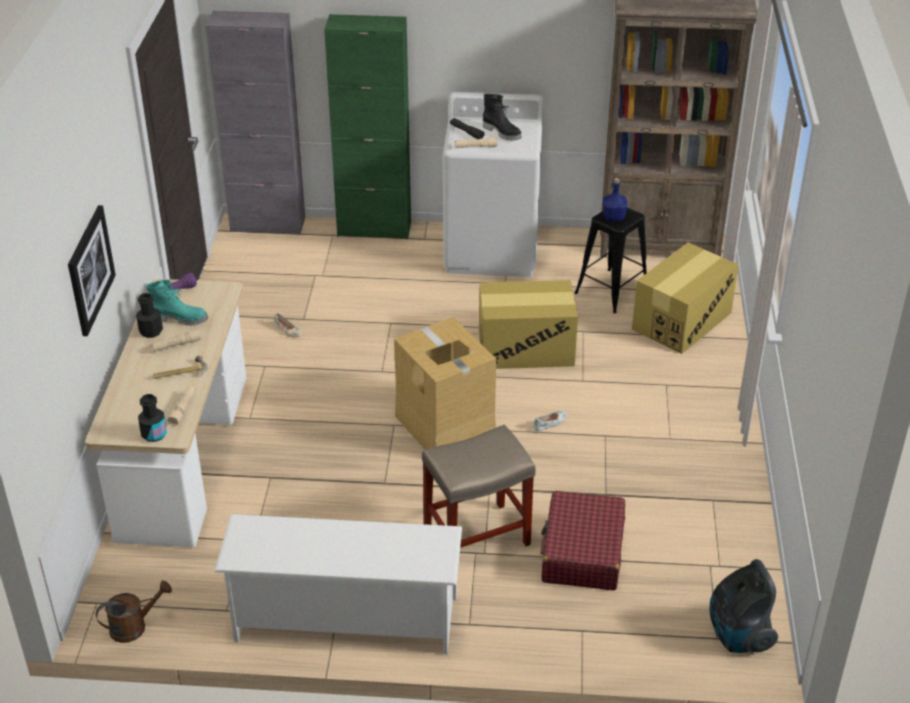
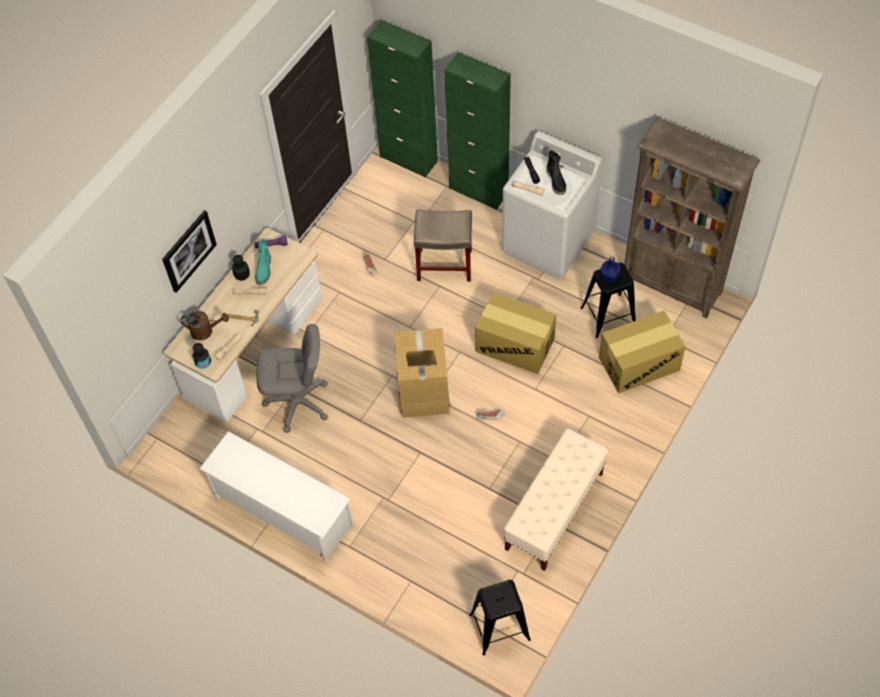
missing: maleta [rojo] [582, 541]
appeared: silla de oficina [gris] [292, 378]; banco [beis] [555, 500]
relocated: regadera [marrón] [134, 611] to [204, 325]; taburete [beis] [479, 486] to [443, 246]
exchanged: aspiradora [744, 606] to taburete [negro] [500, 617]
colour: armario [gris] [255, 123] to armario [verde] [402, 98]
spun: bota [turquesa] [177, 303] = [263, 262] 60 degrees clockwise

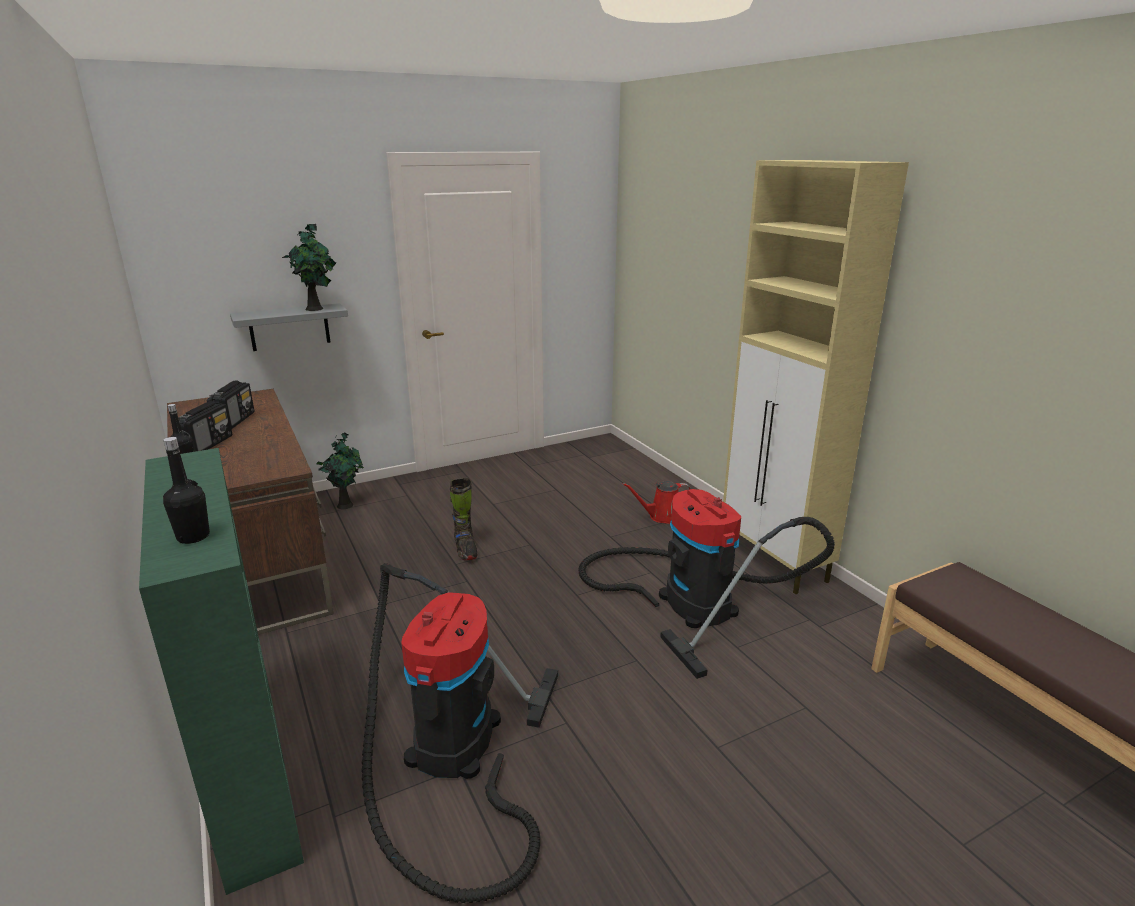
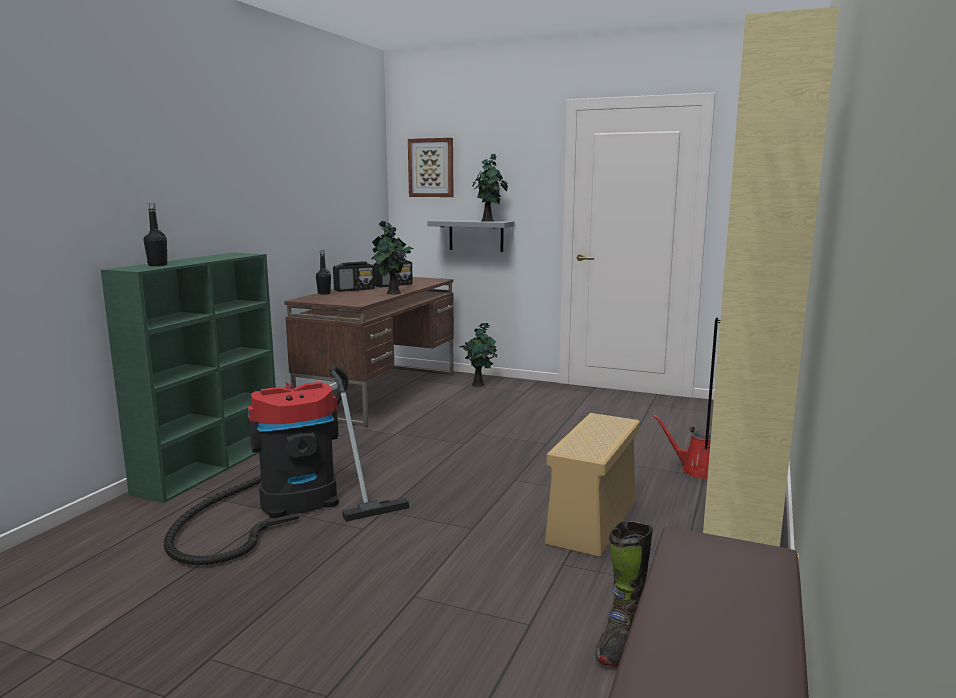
appeared: planta en maceta [392, 257]; cuadro [431, 167]
relocated: bota [negro] [464, 519] to [624, 593]
exchanged: aspiradora [706, 584] to caja de almacenaje [beis] [592, 485]

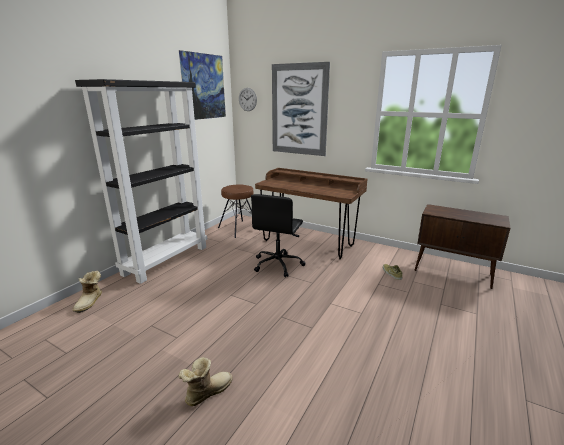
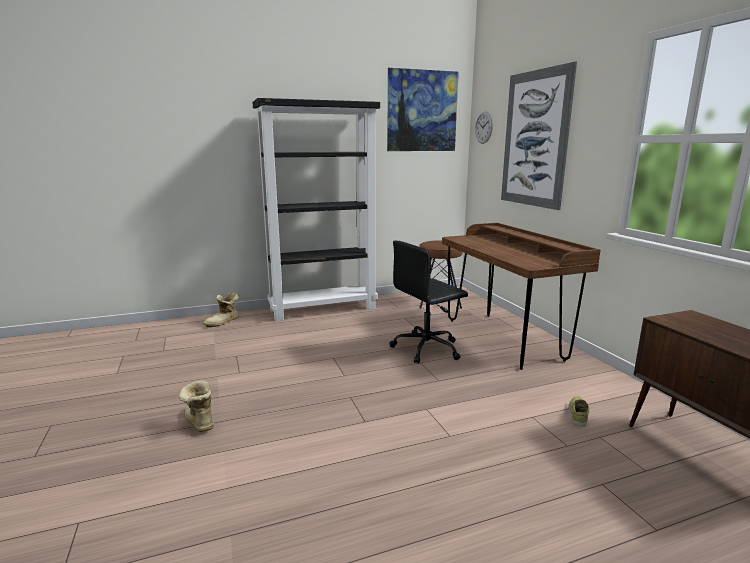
spun: bota [206, 381] = [196, 406] 120 degrees counterclockwise

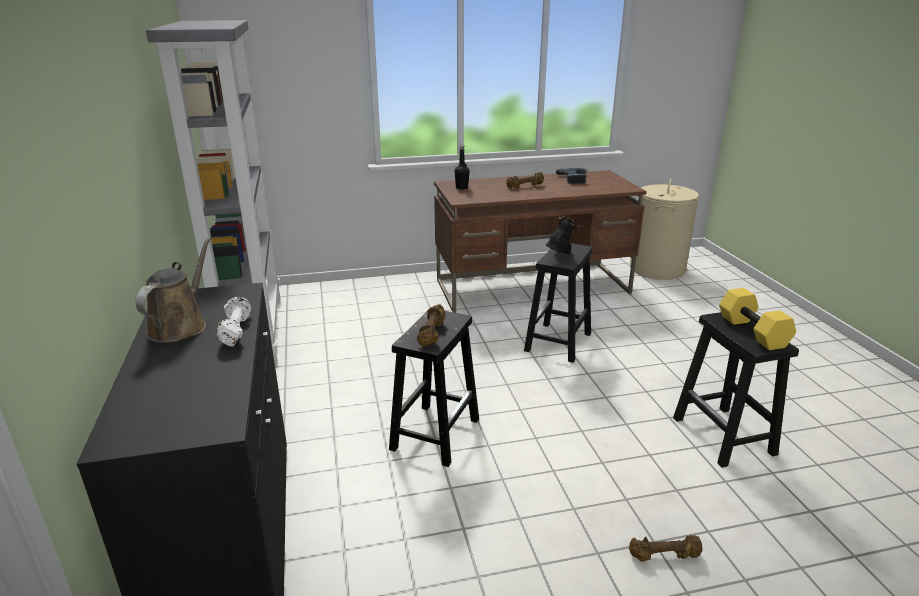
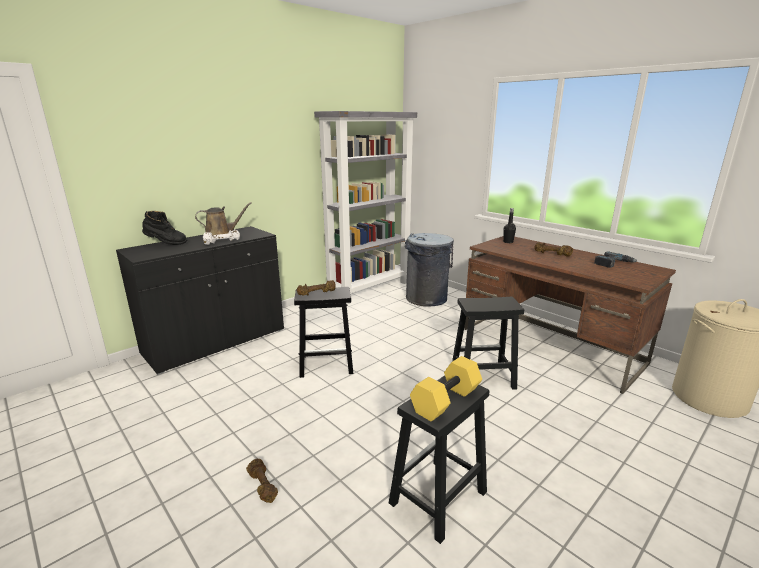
appeared: papelera [gris] [429, 269]
relocated: bota [negro] [562, 235] to [164, 228]

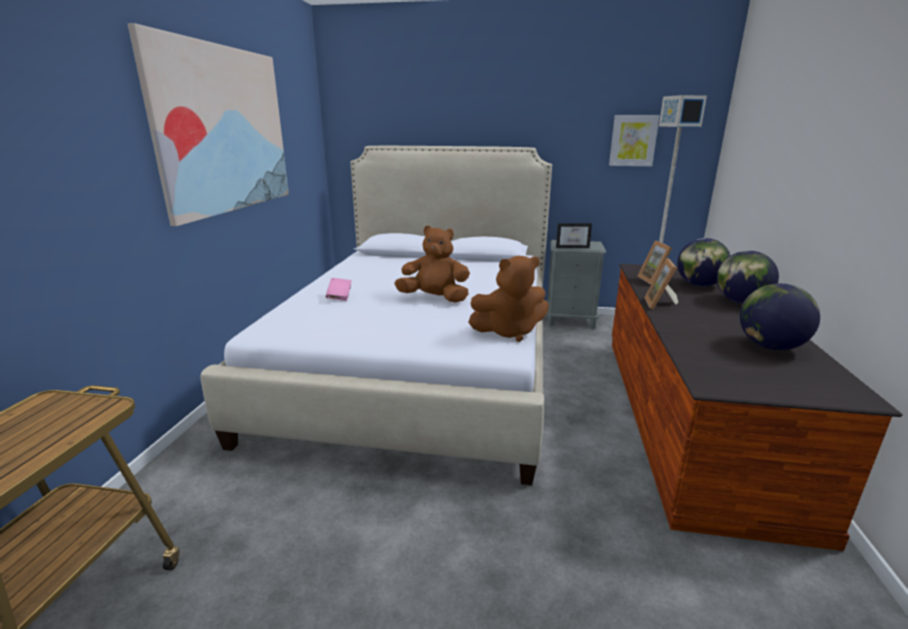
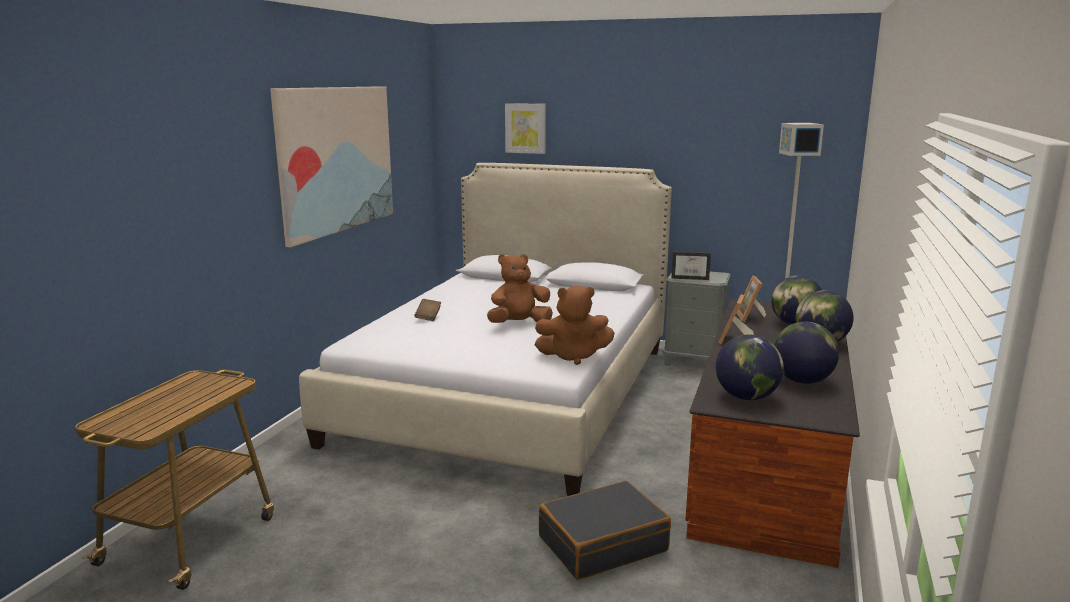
appeared: maleta [negro] [605, 530]; globo terráqueo [750, 367]
relocated: cuadro [634, 140] to [525, 128]
colour: libro [rosa] [339, 289] to libro [marrón] [427, 310]
spun: peluche [marrón] [432, 264] = [520, 288] 45 degrees counterclockwise

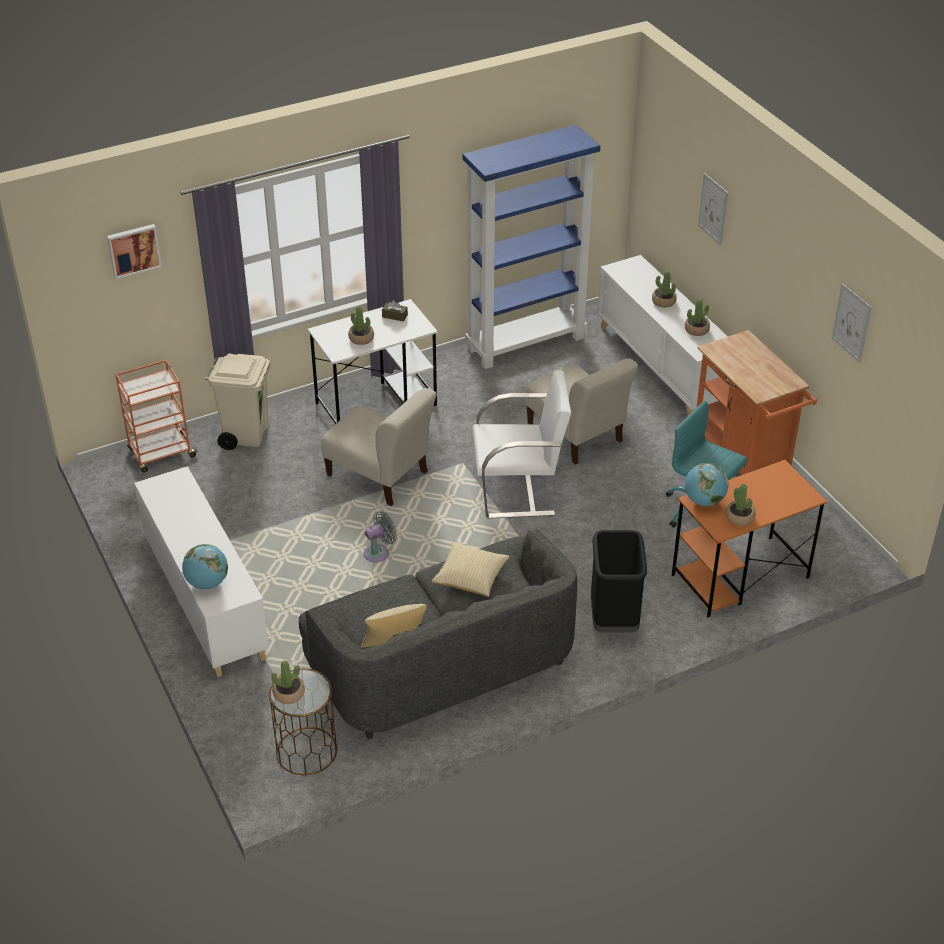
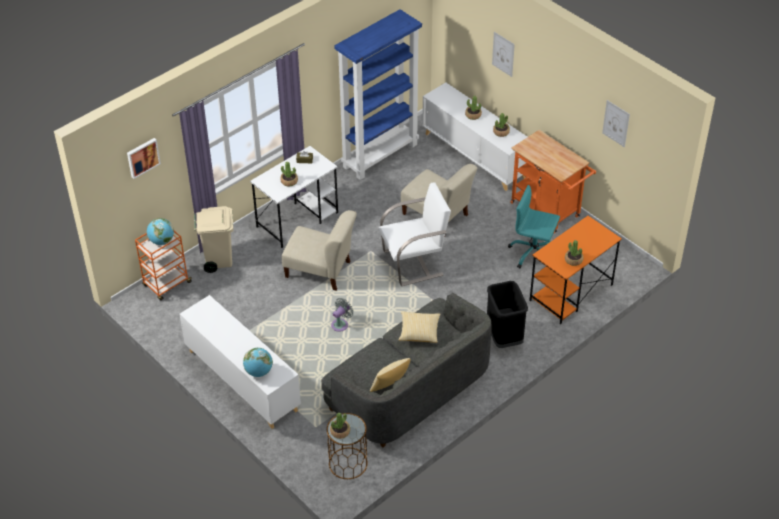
relocated: globo terráqueo [707, 484] to [160, 231]

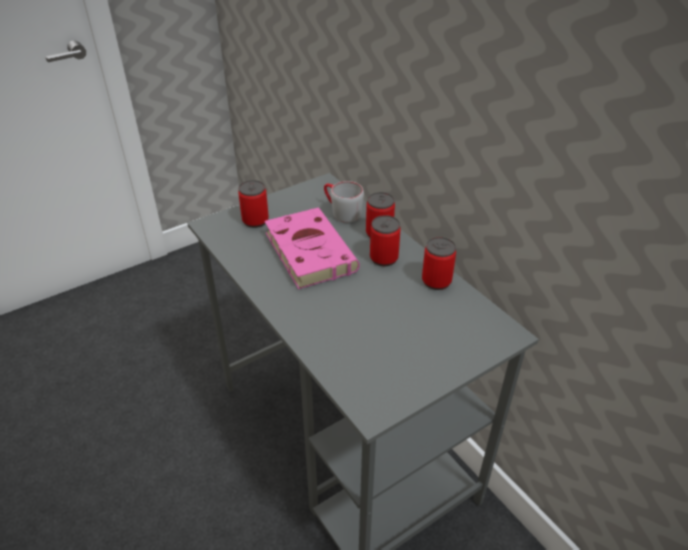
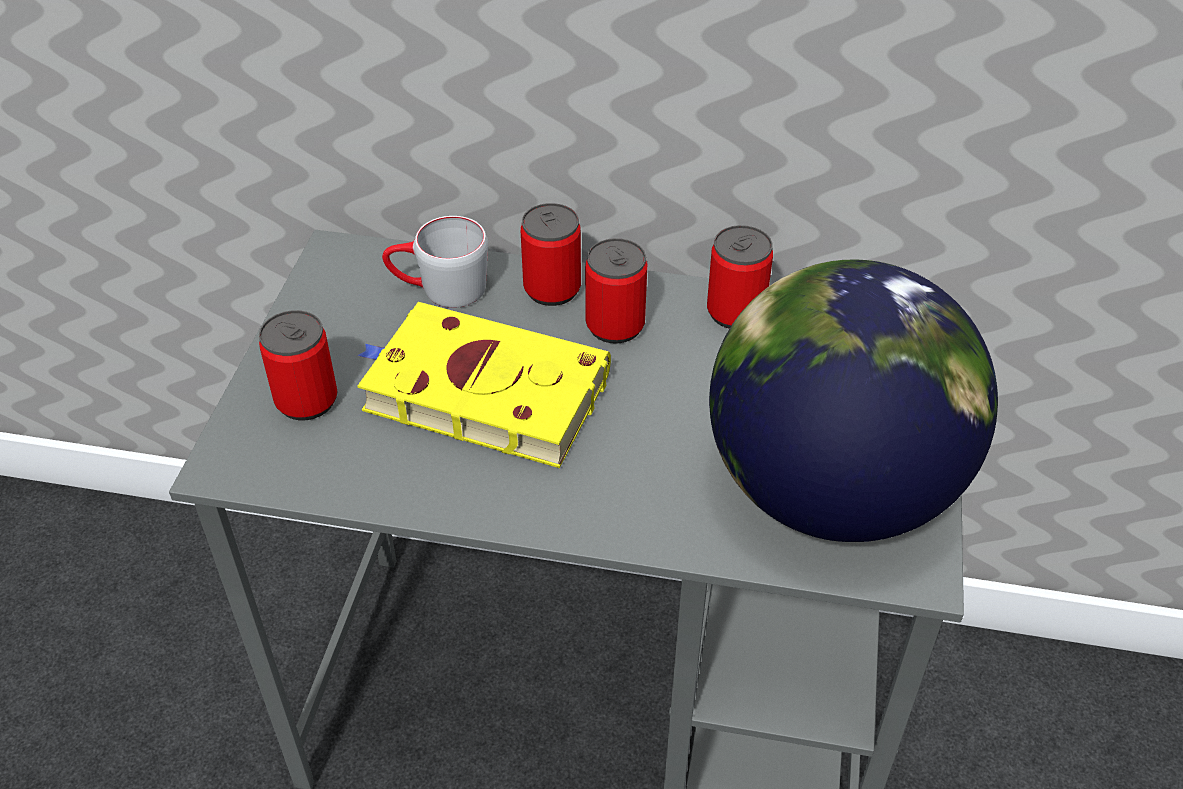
appeared: globo terráqueo [853, 400]
colour: libro [rosa] [312, 248] to libro [amarillo] [484, 385]

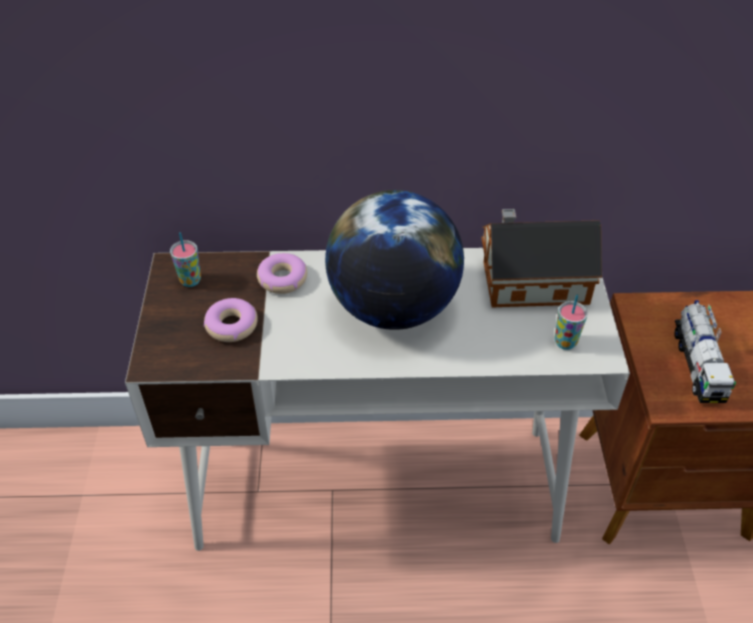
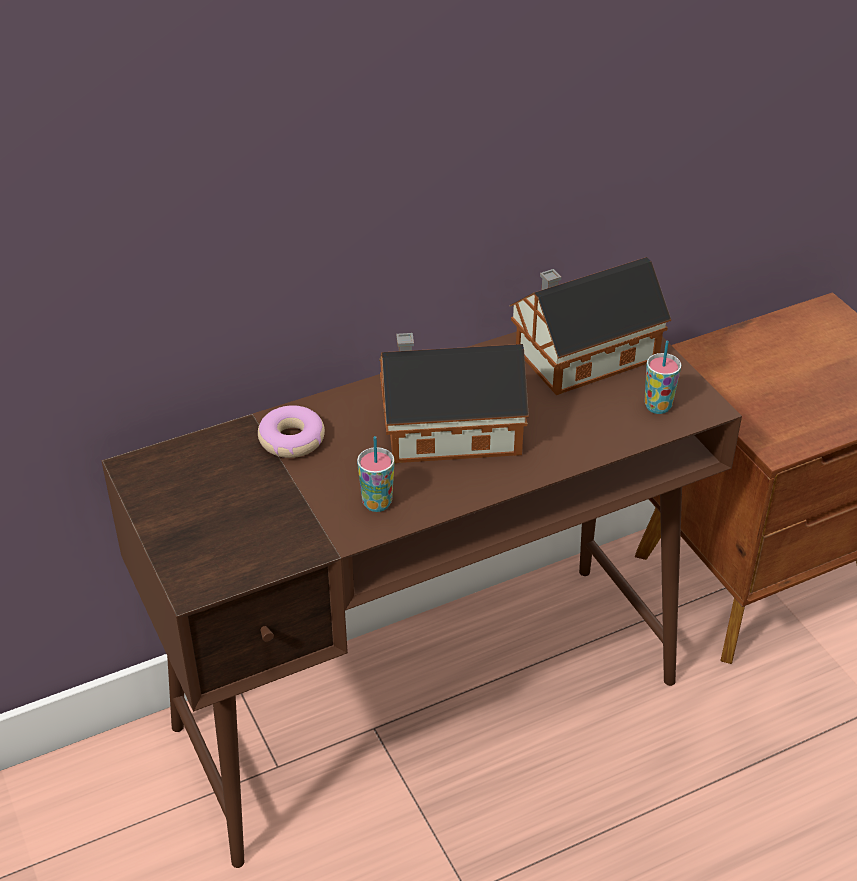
missing: rosquilla [231, 320]; camión de juguete [705, 351]
relocated: taza [185, 259] to [375, 474]
exchanged: globo terráqueo [394, 260] to casita [454, 398]
colour: escritorio [blanco] [377, 399] to escritorio [marrón] [421, 600]

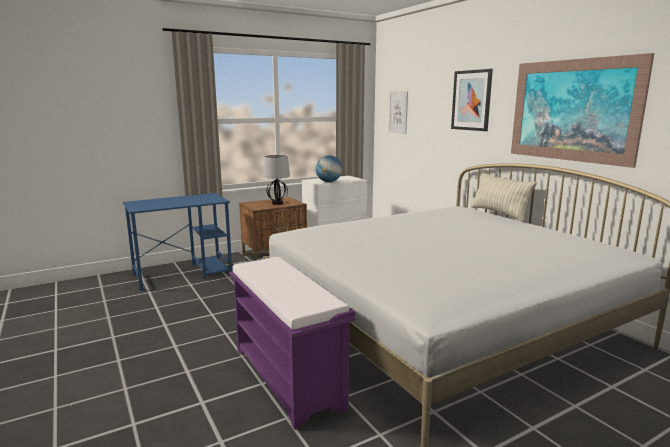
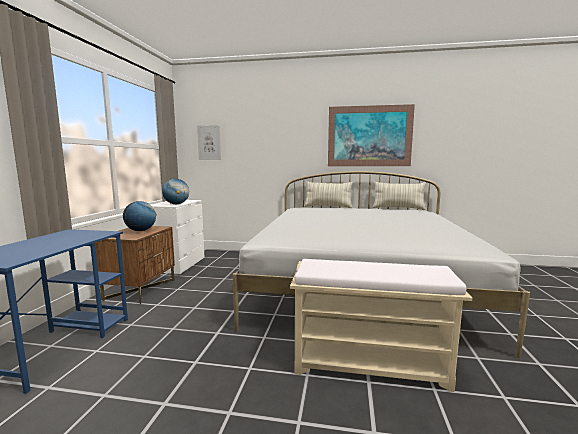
missing: cuadro [472, 100]
appeared: cojín [399, 196]
exchanged: lámpara de mesa [276, 180] to globo terráqueo [140, 216]
colour: banco [morado] [292, 343] to banco [beis] [381, 325]

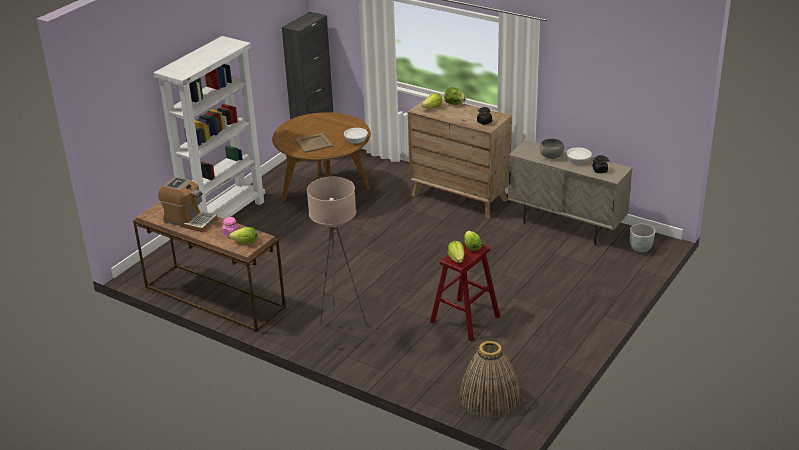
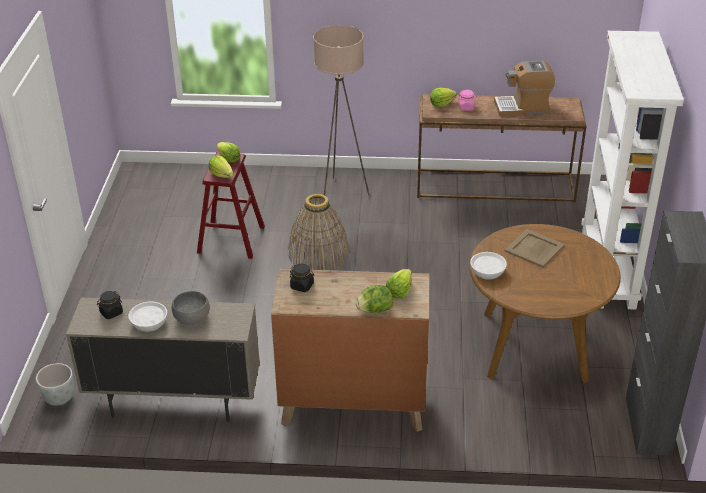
relocated: cesta [489, 380] to [319, 232]

